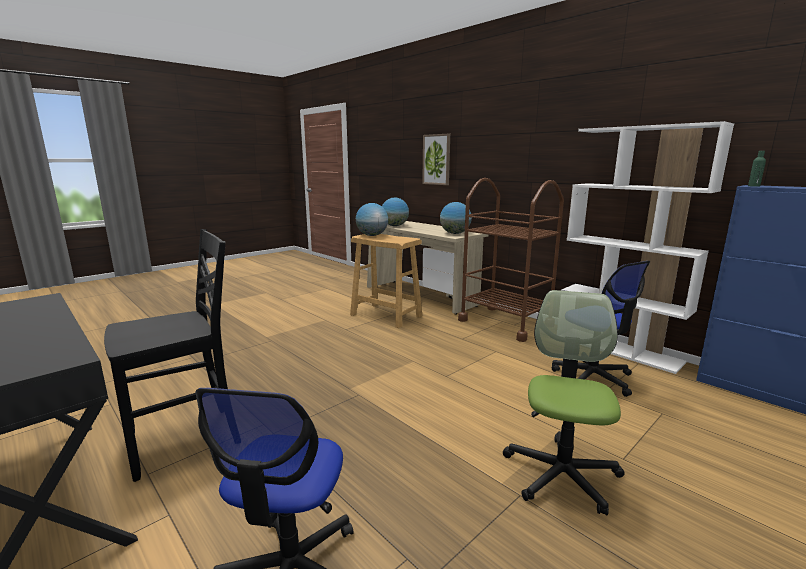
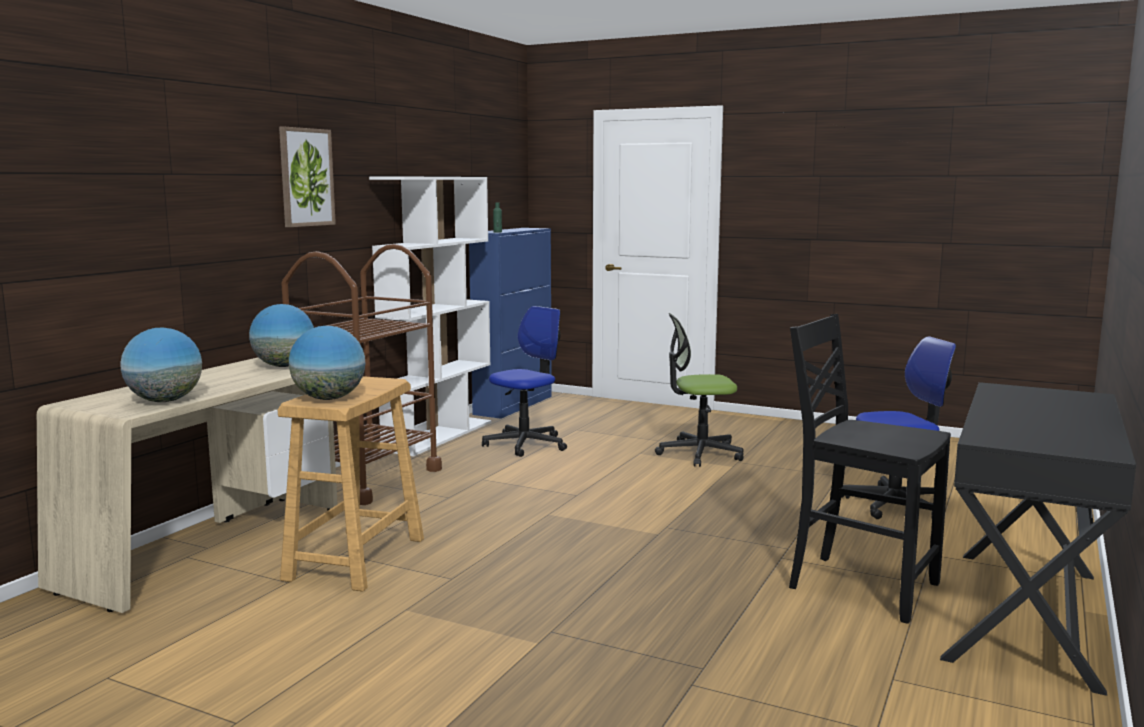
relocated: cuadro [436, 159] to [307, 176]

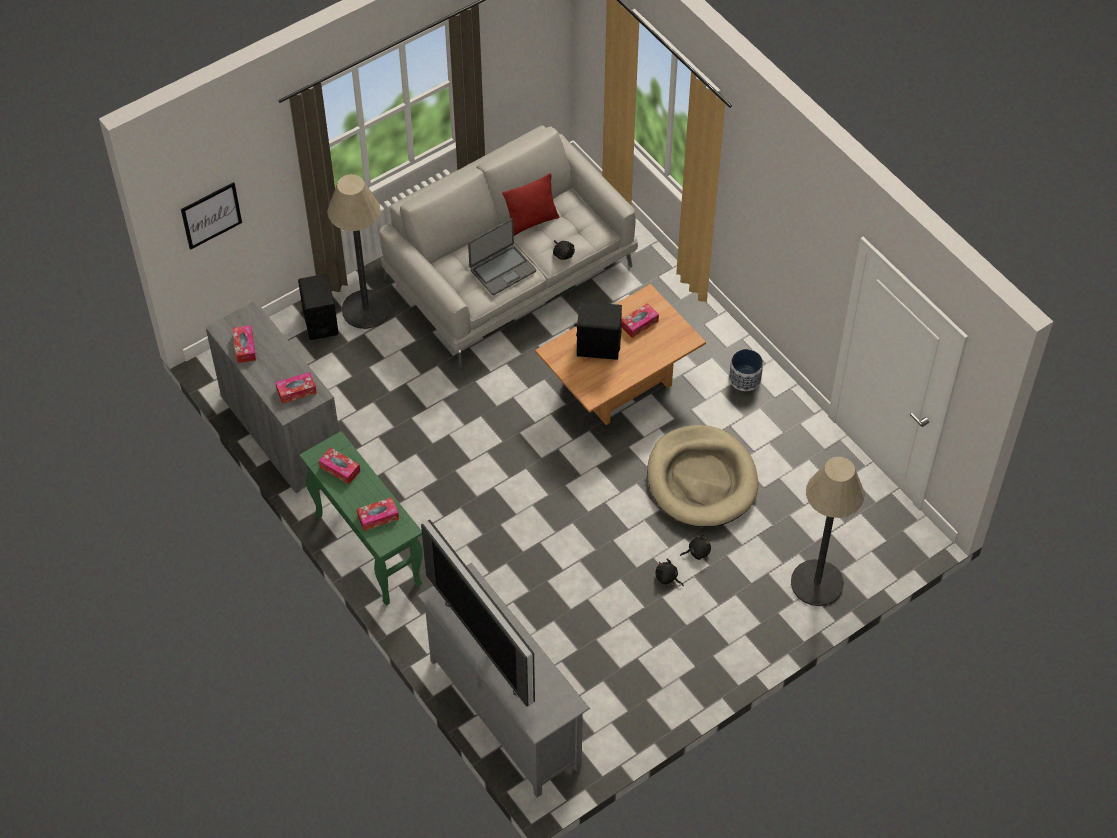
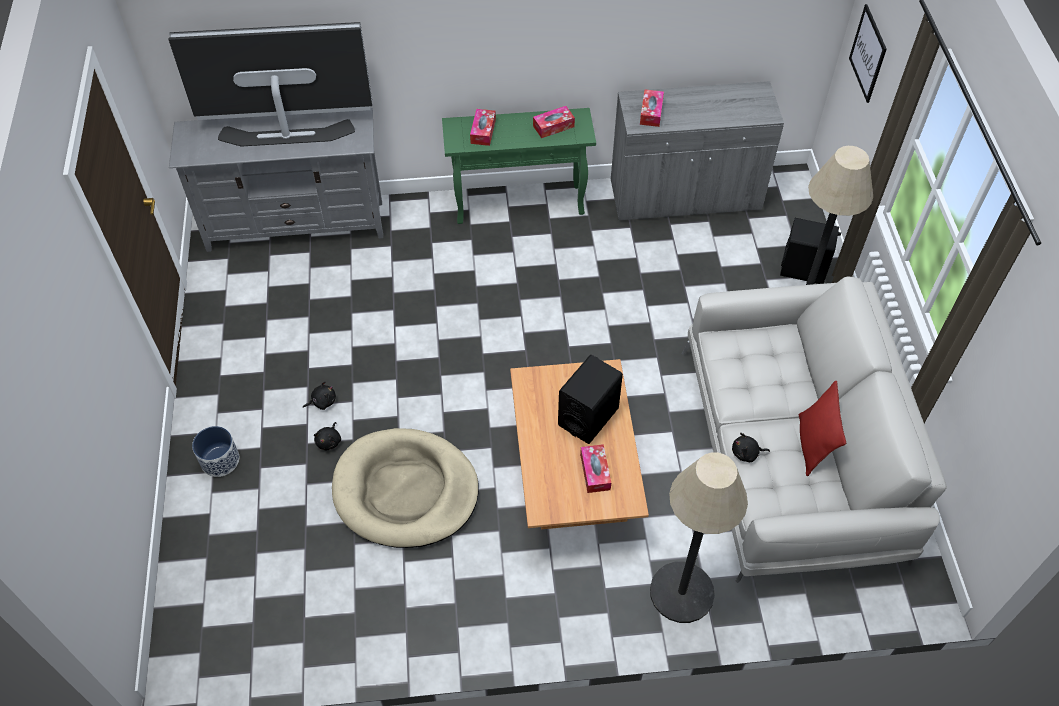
missing: caja de pañuelos [244, 344]; portátil [502, 256]
relocated: maceta [746, 370] to [215, 451]; lámpara de pie [827, 531] to [699, 537]

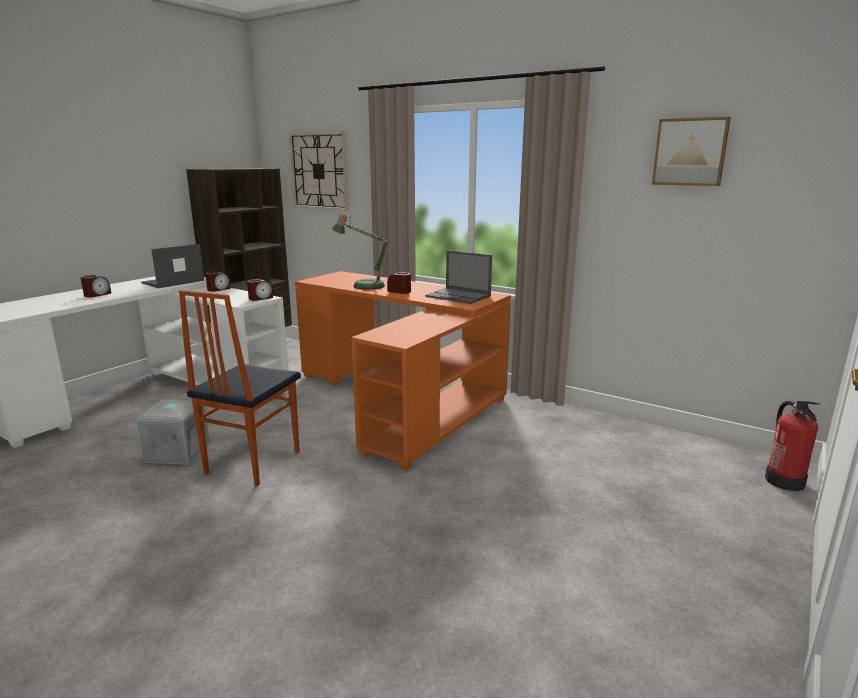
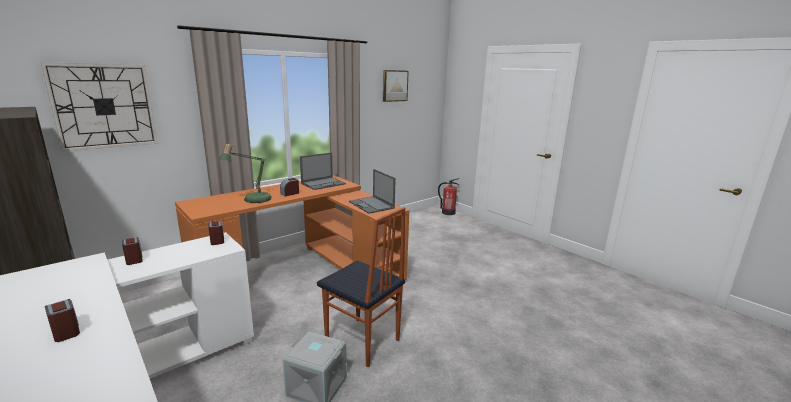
relocated: portátil [172, 266] to [372, 191]

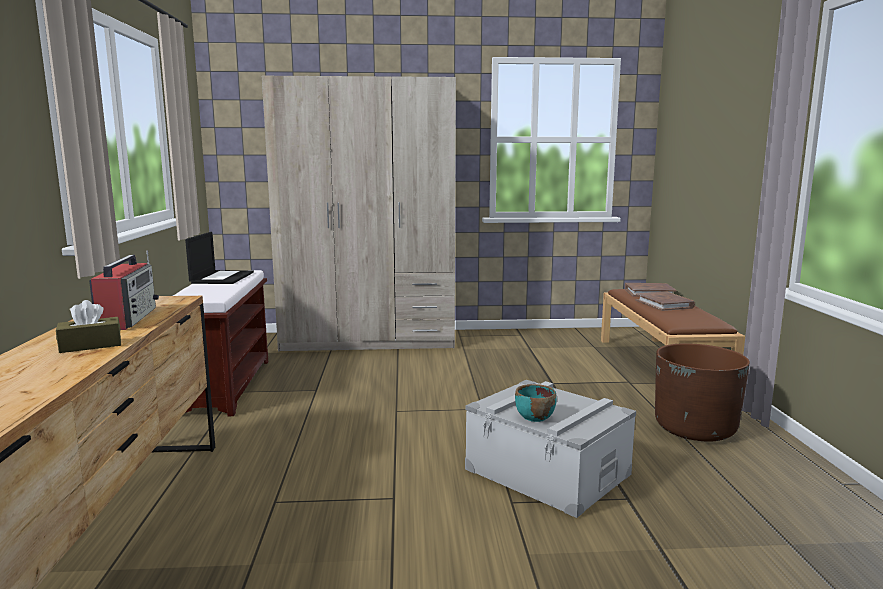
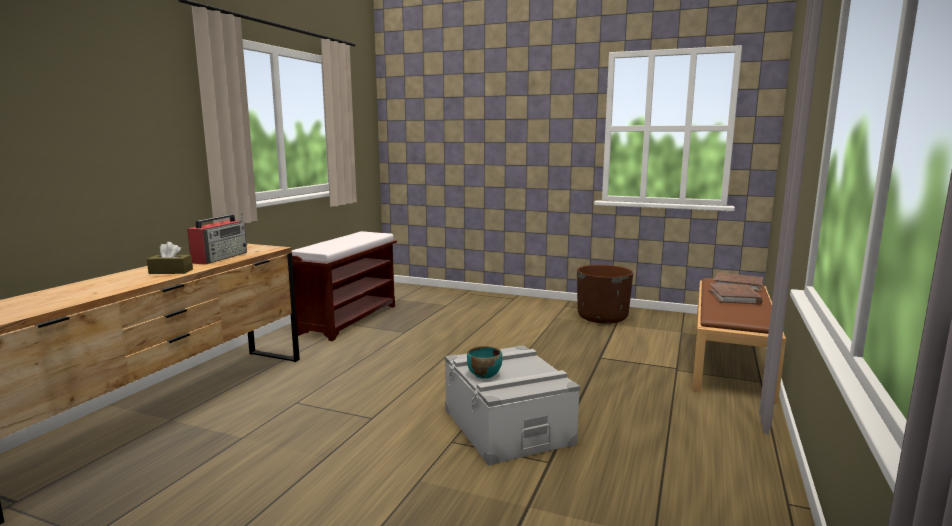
missing: portátil [219, 258]; armario ropero [beis] [359, 214]
relocated: maceta [marrón] [702, 392] to [605, 294]

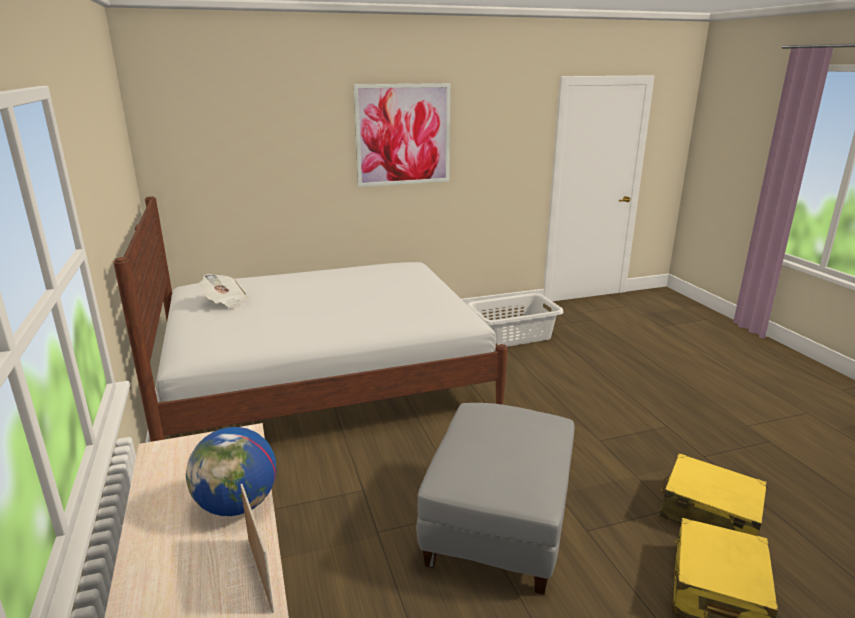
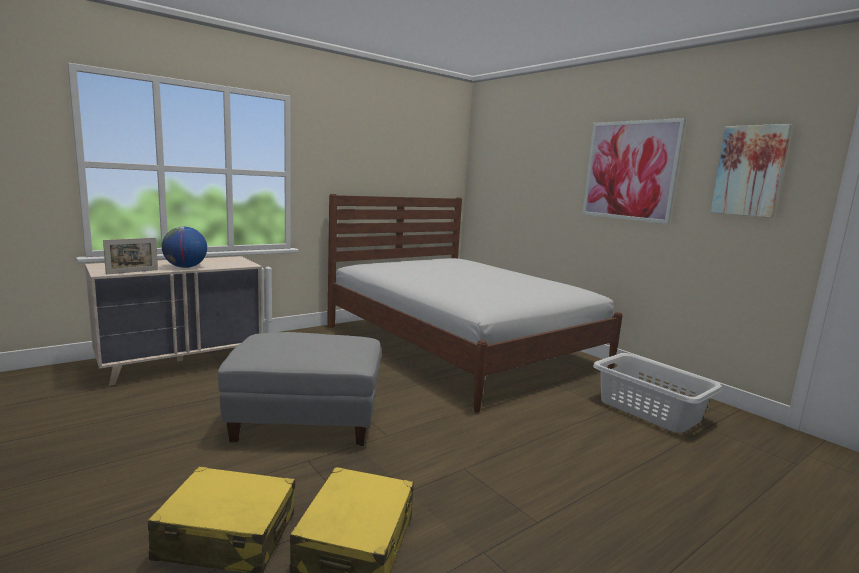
missing: periódico [224, 291]
appeared: cuadro [751, 171]

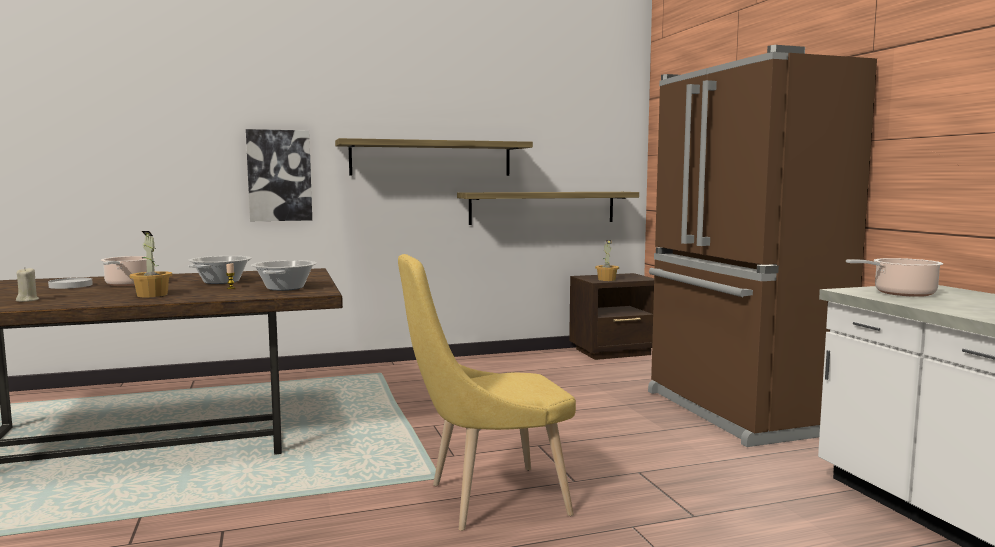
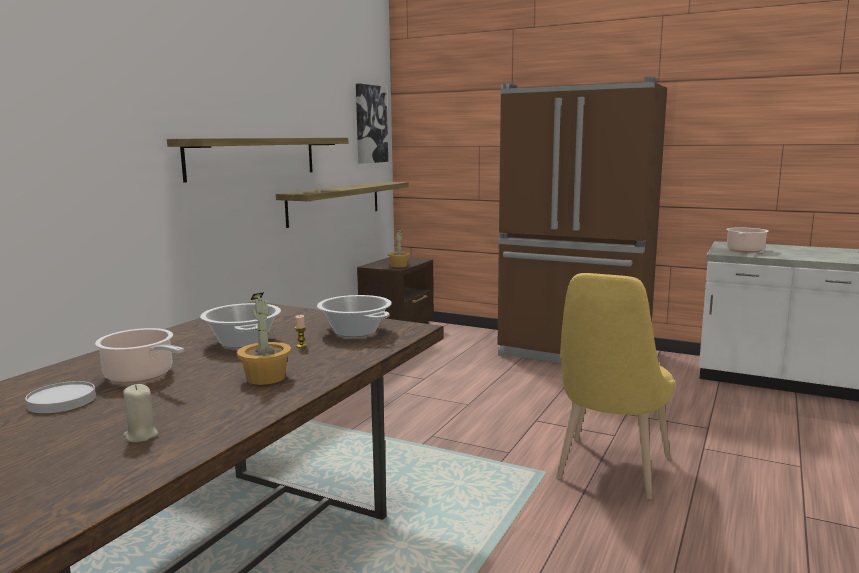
relocated: cuadro [279, 175] to [372, 123]

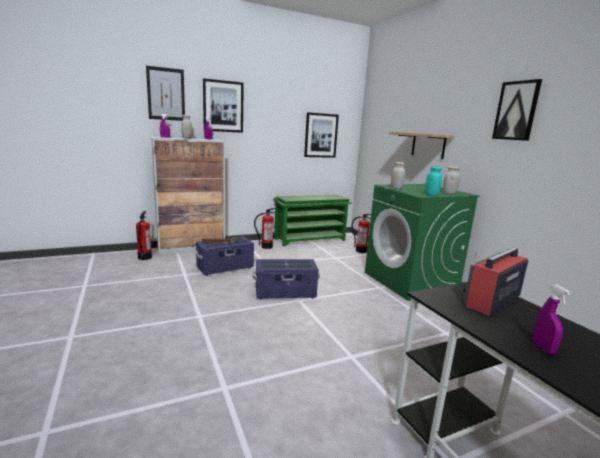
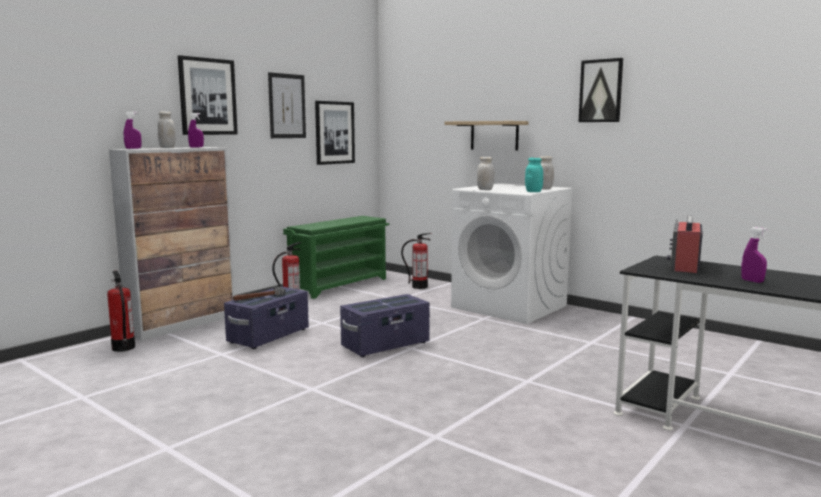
relocated: cuadro [165, 93] to [287, 105]
colour: lavadora [verde] [422, 242] to lavadora [blanco] [512, 253]

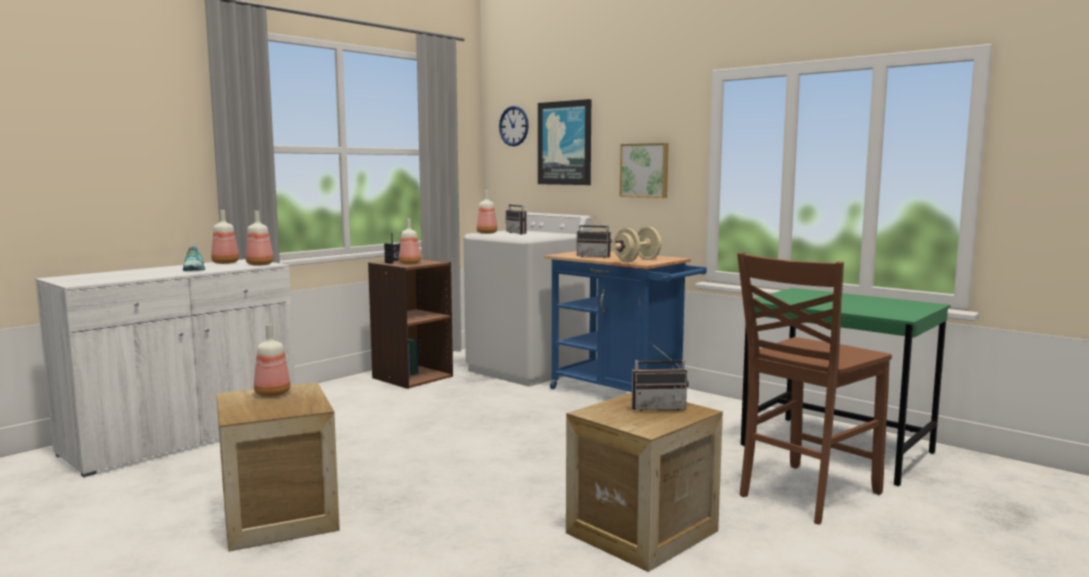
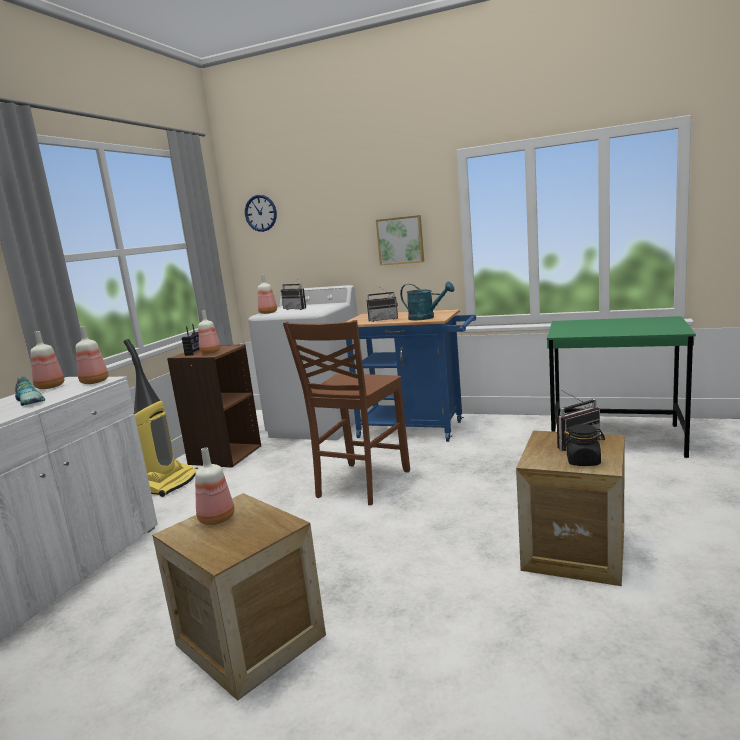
missing: cuadro [564, 142]
appeared: aspiradora [160, 418]; tarro [negro] [584, 445]
relocated: silla [marrón] [814, 388] to [346, 412]
exchanged: mancuerna [beis] [637, 244] to regadera [turquesa] [427, 300]

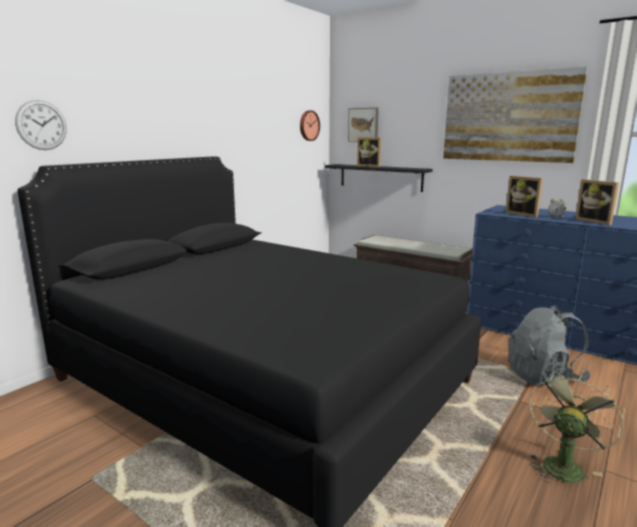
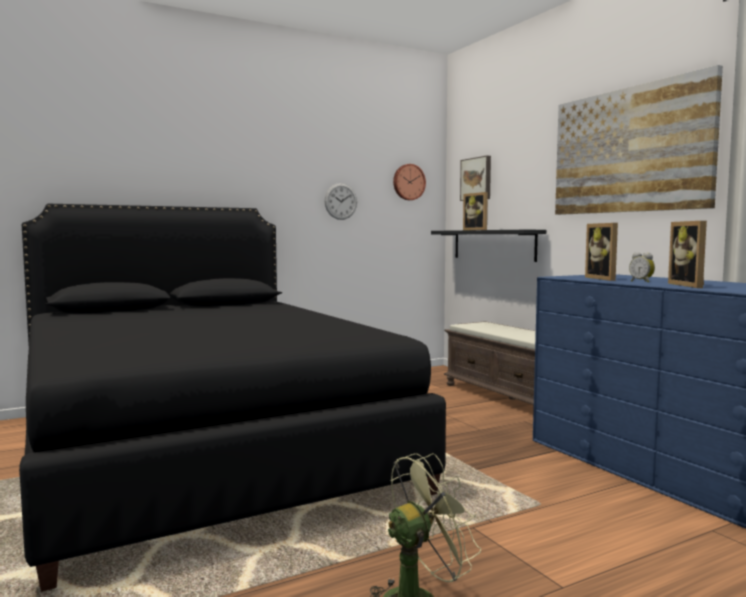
missing: mochila [gris] [549, 345]
relocated: reloj de pared [41, 125] to [340, 201]

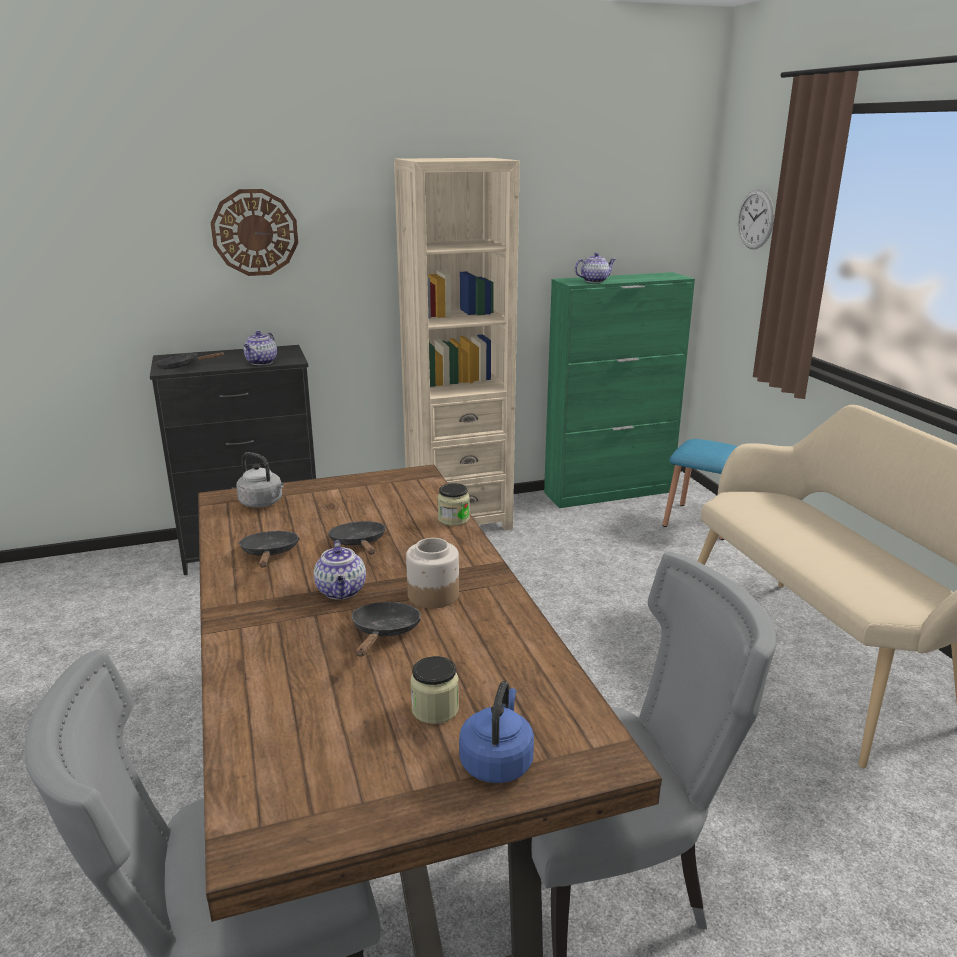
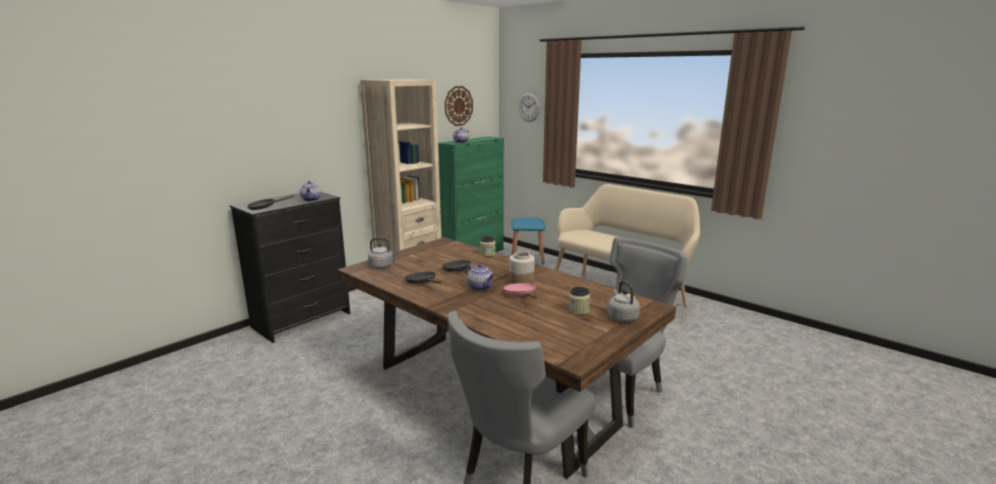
relocated: reloj de pared [254, 232] to [459, 106]
colour: sartén [negro] [386, 629] to sartén [rosa] [521, 291]; hervidor [azul] [496, 732] to hervidor [gris] [624, 301]

